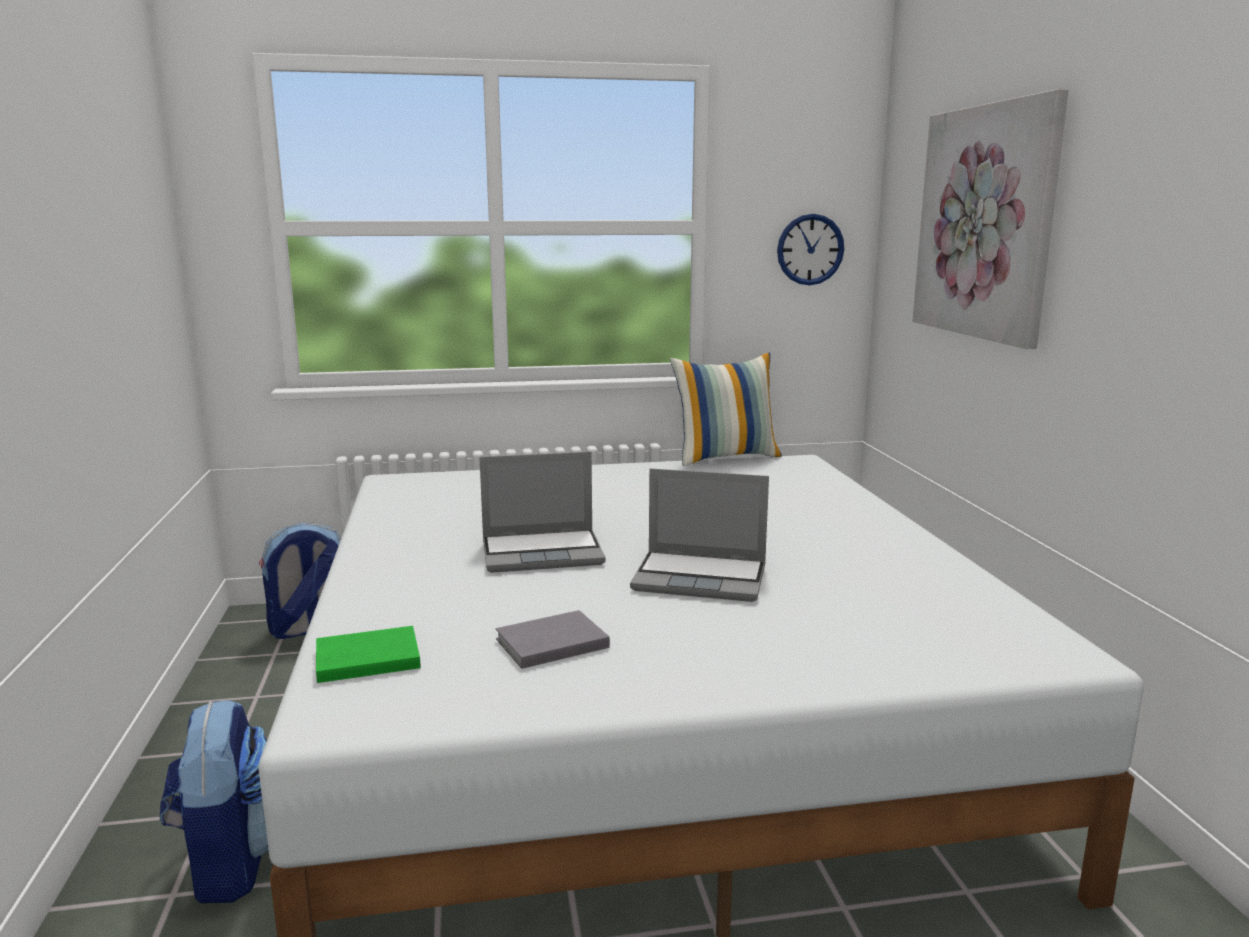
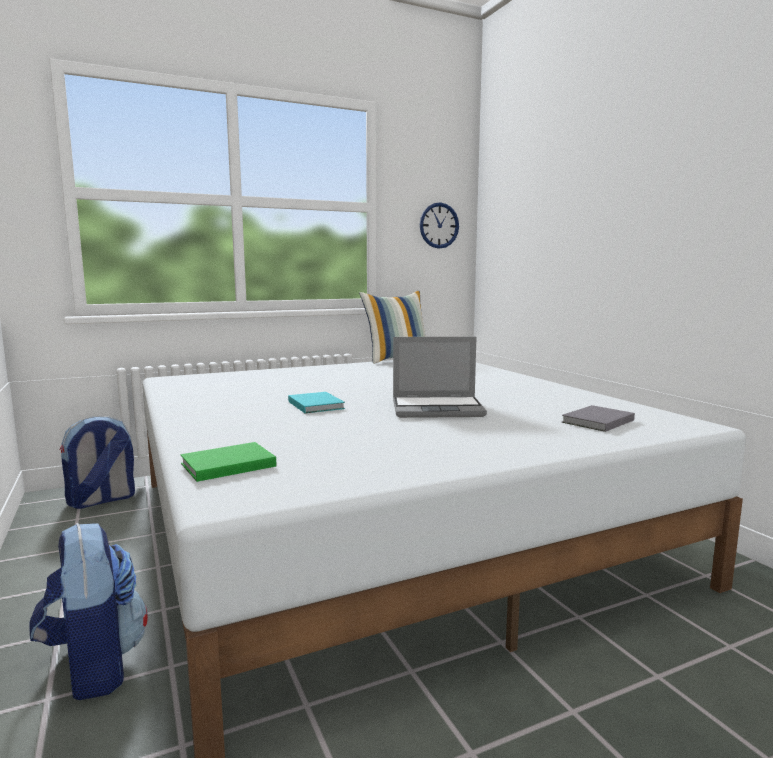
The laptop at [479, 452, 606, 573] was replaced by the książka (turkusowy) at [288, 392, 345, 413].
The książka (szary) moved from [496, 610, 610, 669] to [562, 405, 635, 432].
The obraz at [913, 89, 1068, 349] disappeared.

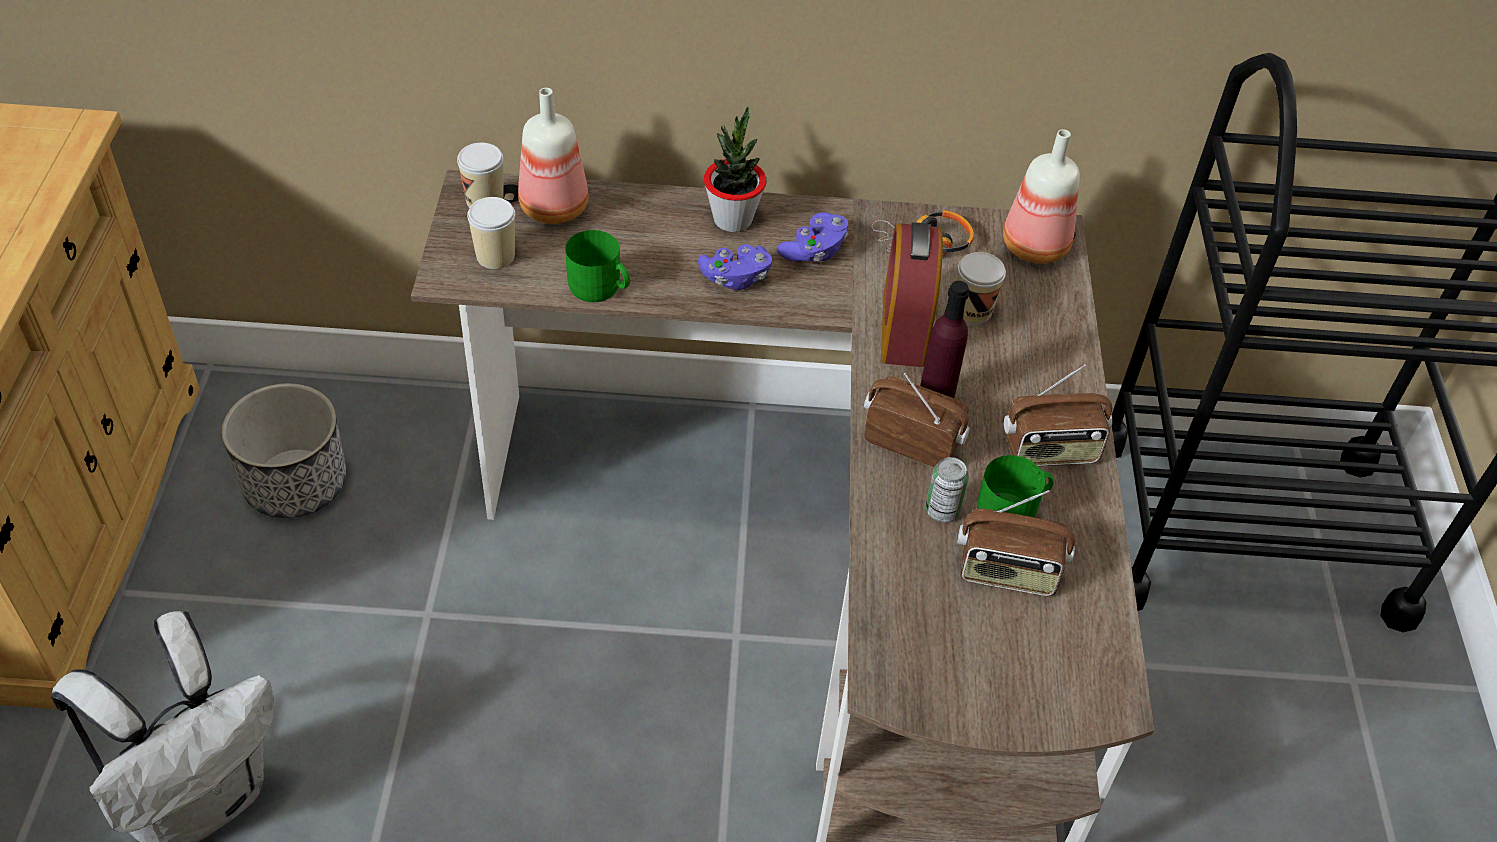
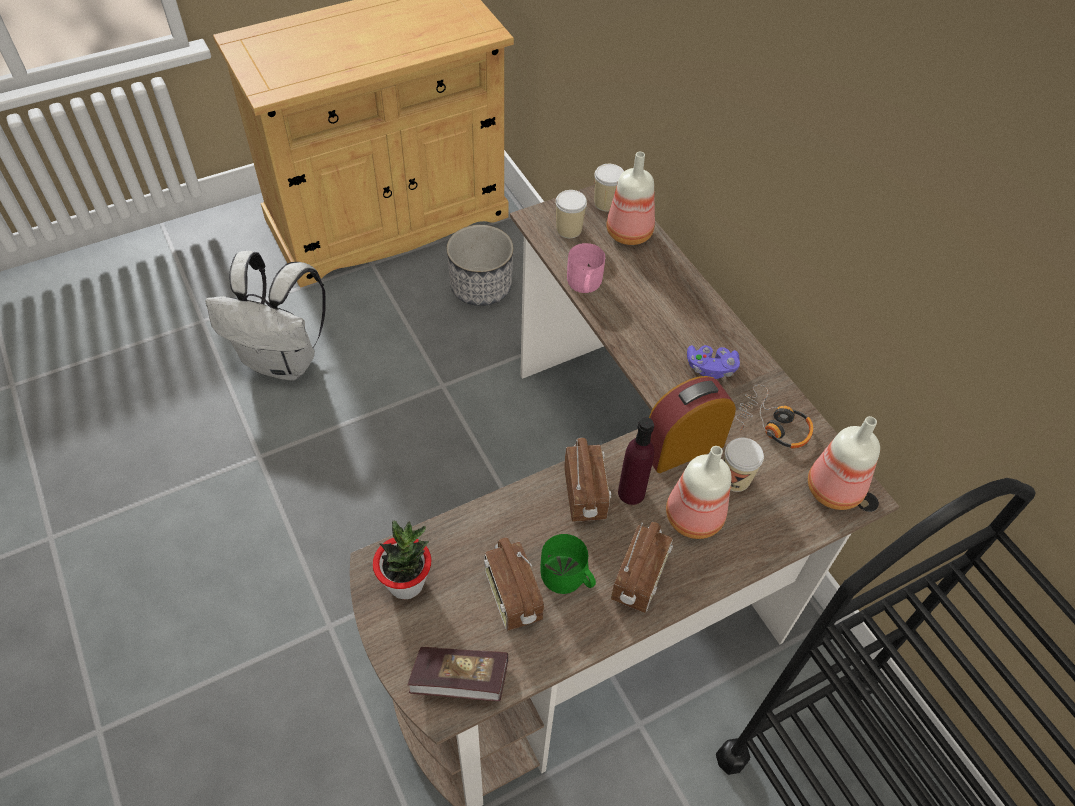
The kubek (zielony) at [565, 230, 630, 302] became the kubek (różowy) at [567, 243, 605, 293].
The pad do gier (fioletowy) at [698, 244, 772, 290] disappeared.
The roślina doniczkowa moved from [704, 107, 767, 232] to [373, 521, 431, 599].
The puszka at [925, 457, 969, 522] disappeared.
The radio at [1004, 364, 1113, 466] turned 120 degrees counterclockwise.
The książka at [408, 647, 508, 701] appeared.
The butelka at [666, 446, 731, 539] appeared.

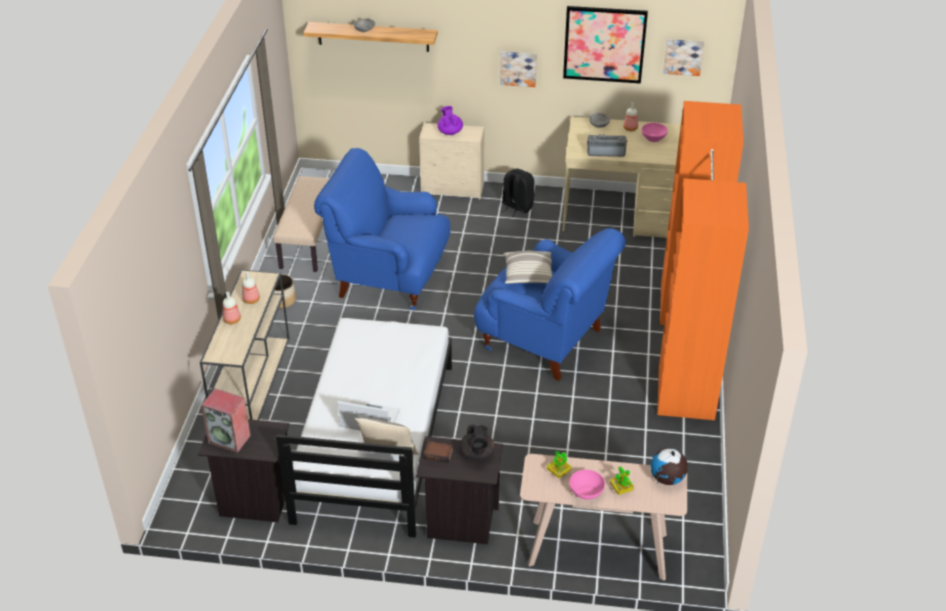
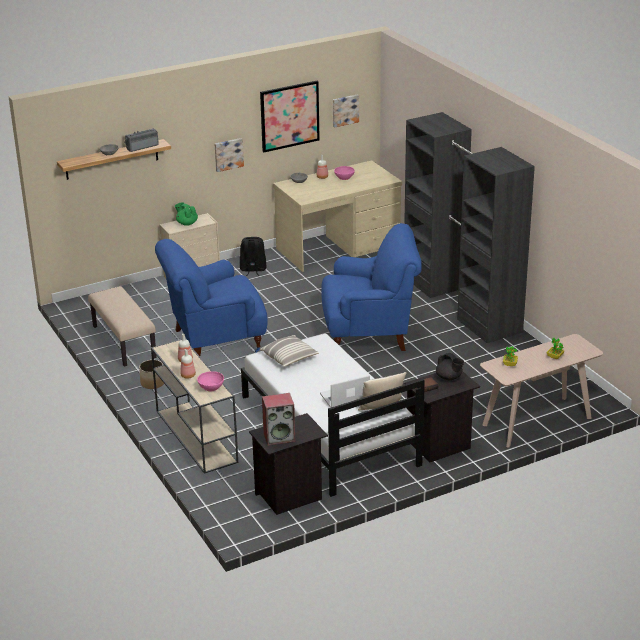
The imbryk (fioletowy) at [437, 106, 463, 135] became the imbryk (zielony) at [175, 202, 198, 226].
The poduszka moved from [504, 251, 552, 284] to [260, 335, 319, 367].
The miska (różowy) moved from [569, 470, 605, 500] to [197, 371, 224, 391].
The radio moved from [587, 134, 627, 157] to [124, 128, 159, 152].
The globus at [650, 448, 688, 485] disappeared.
The szafa (pomarańczowy) at [657, 101, 749, 420] became the szafa (czarny) at [404, 112, 535, 343].

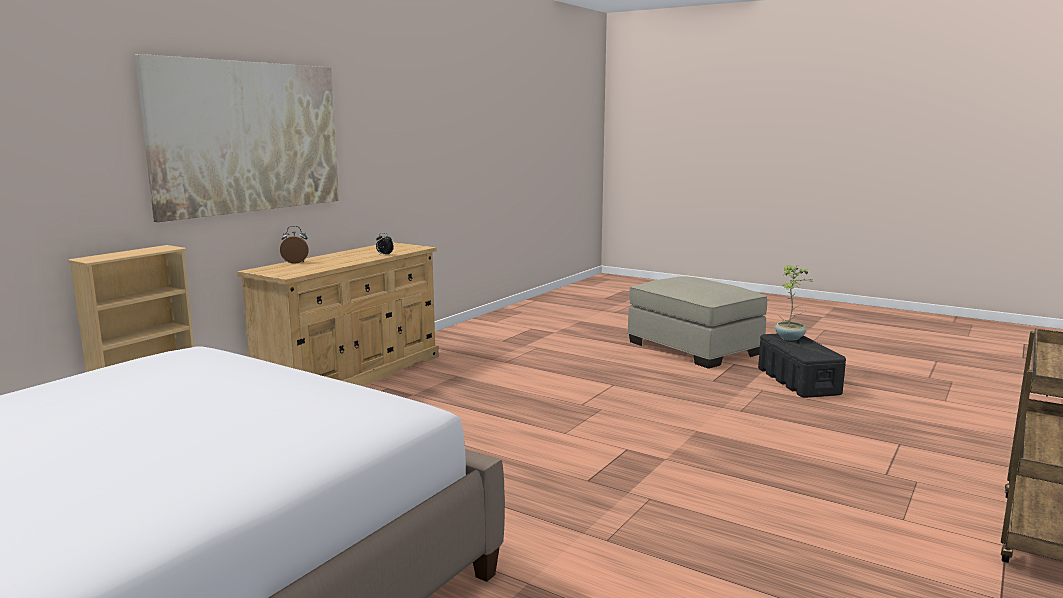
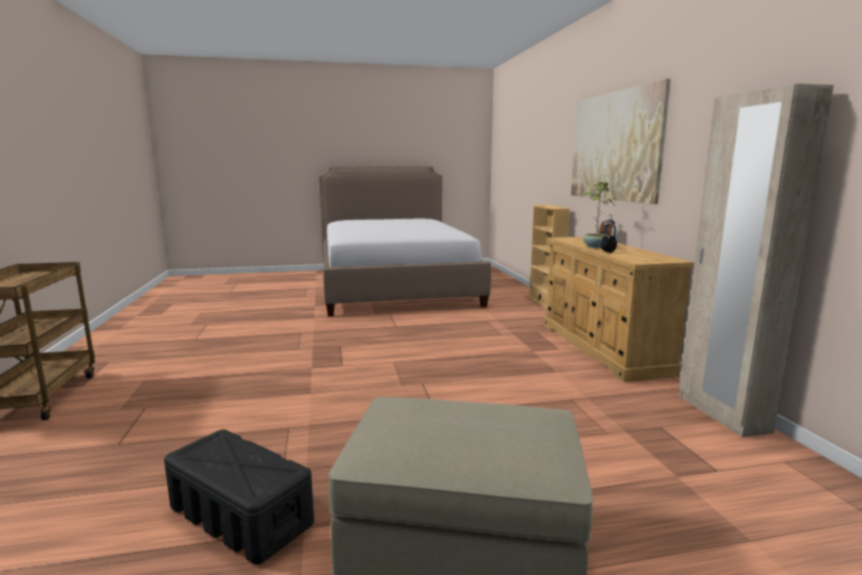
The roślina doniczkowa moved from [775, 265, 815, 341] to [582, 182, 617, 248].
The szafa (beżowy) at [679, 84, 834, 437] appeared.

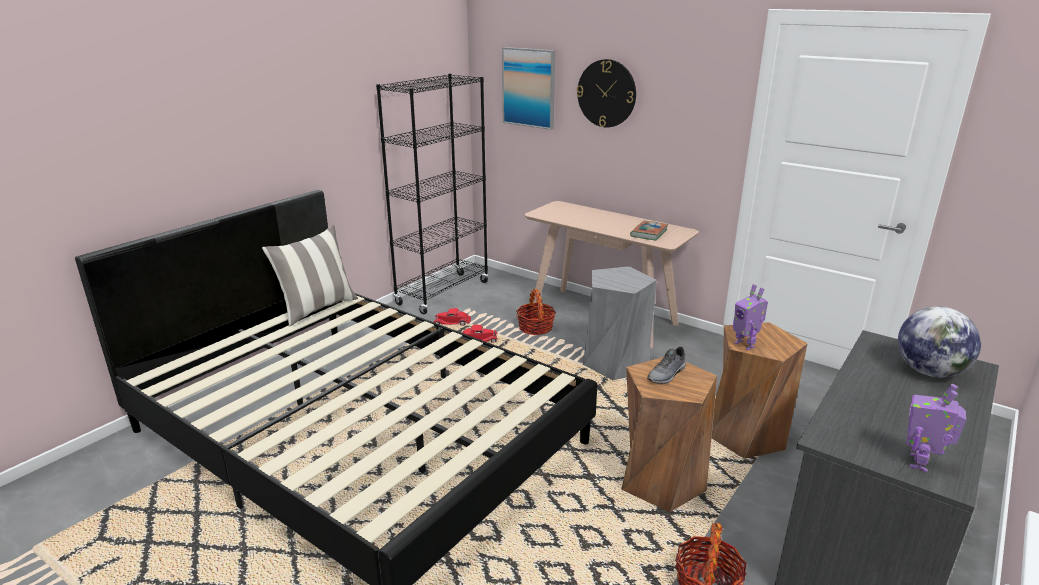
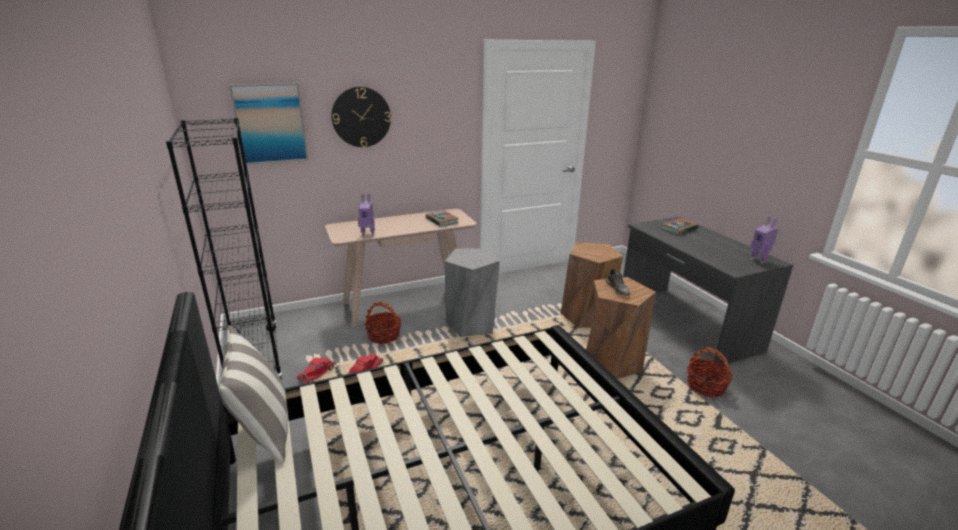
The robot zabawkowy moved from [733, 284, 768, 350] to [358, 194, 375, 236].
The globus at [898, 307, 981, 377] was replaced by the książka at [661, 218, 699, 235].

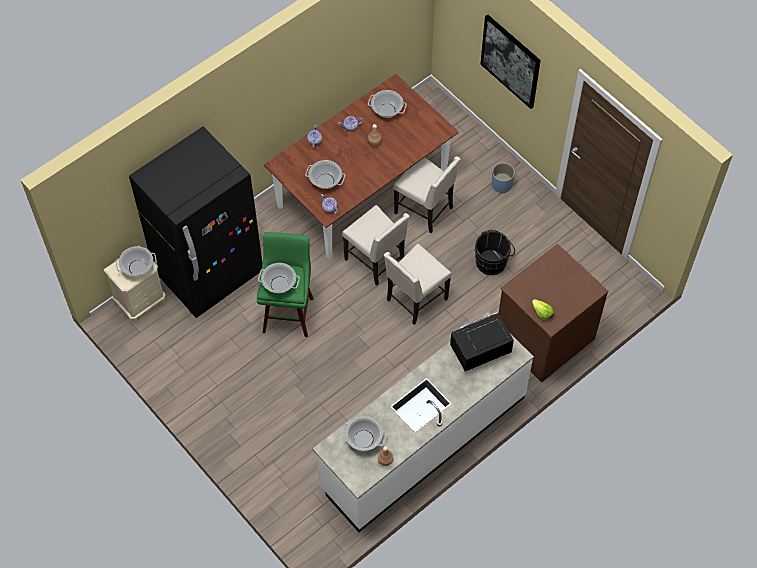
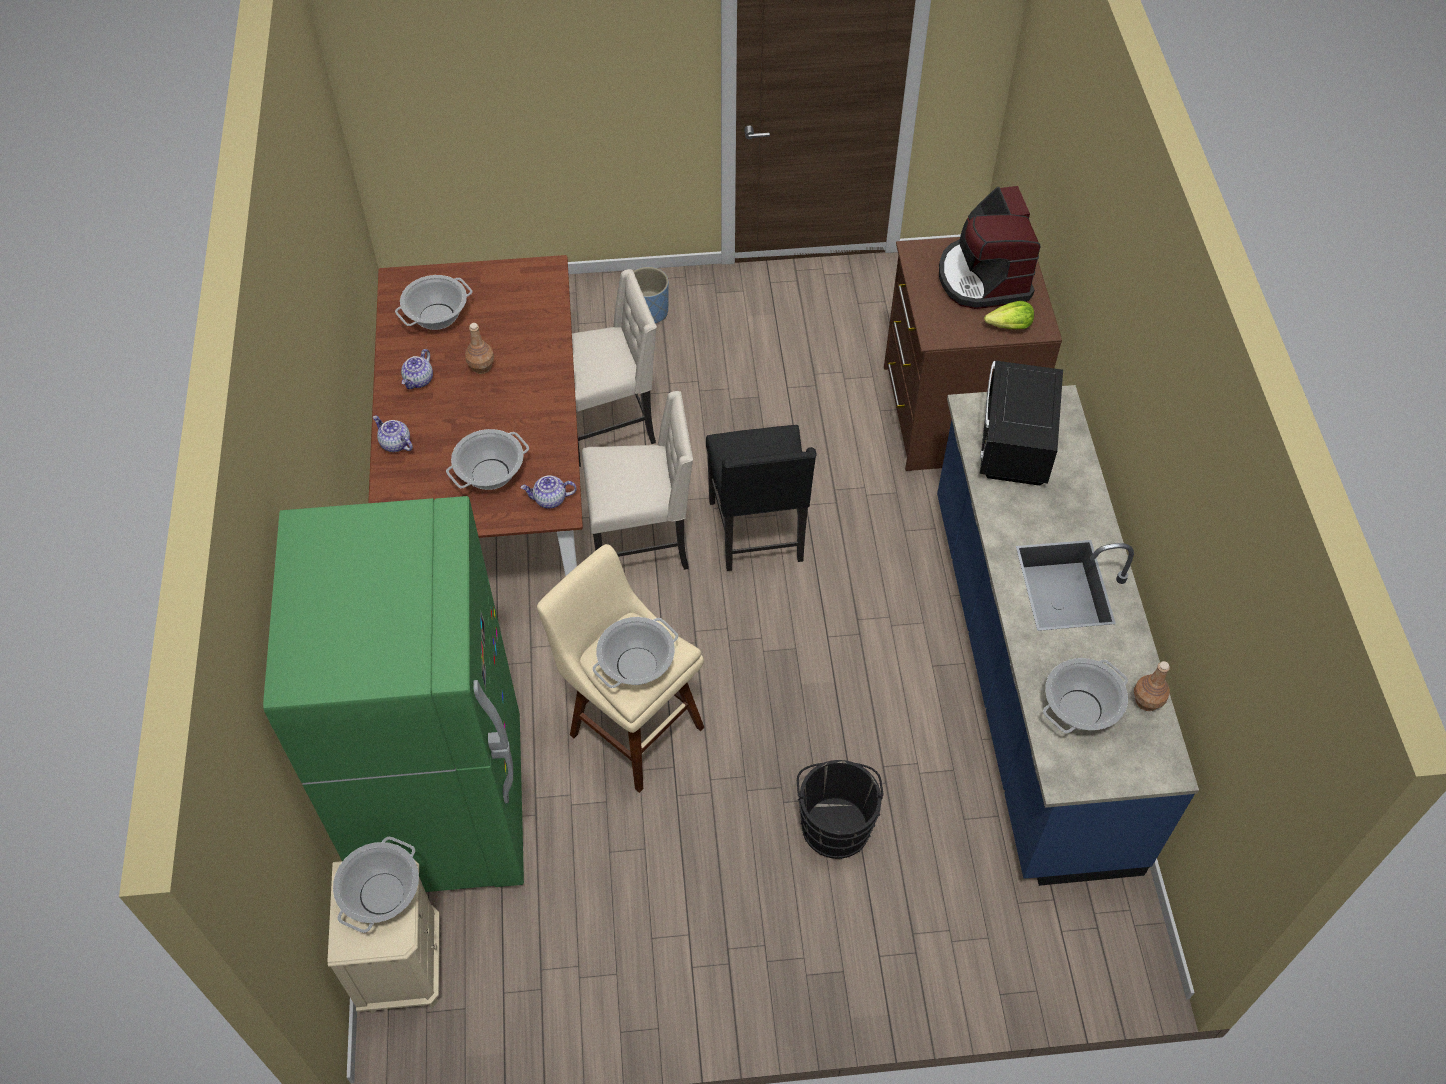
The lodówka (czarny) at [129, 127, 262, 318] became the lodówka (zielony) at [263, 496, 524, 892].
The stołek (zielony) at [257, 232, 314, 337] became the stołek (beżowy) at [537, 544, 704, 793].
The zabudowa kuchenna (biały) at [313, 312, 534, 532] became the zabudowa kuchenna (niebieski) at [937, 385, 1199, 886].
The krzesło (beżowy) at [384, 244, 451, 325] became the krzesło (czarny) at [706, 425, 816, 571].
The wiadro (czarny) moved from [474, 230, 515, 275] to [797, 760, 884, 859].
The obraz at [481, 14, 541, 109] disappeared.
The ekspres do kawy at [939, 186, 1041, 309] appeared.

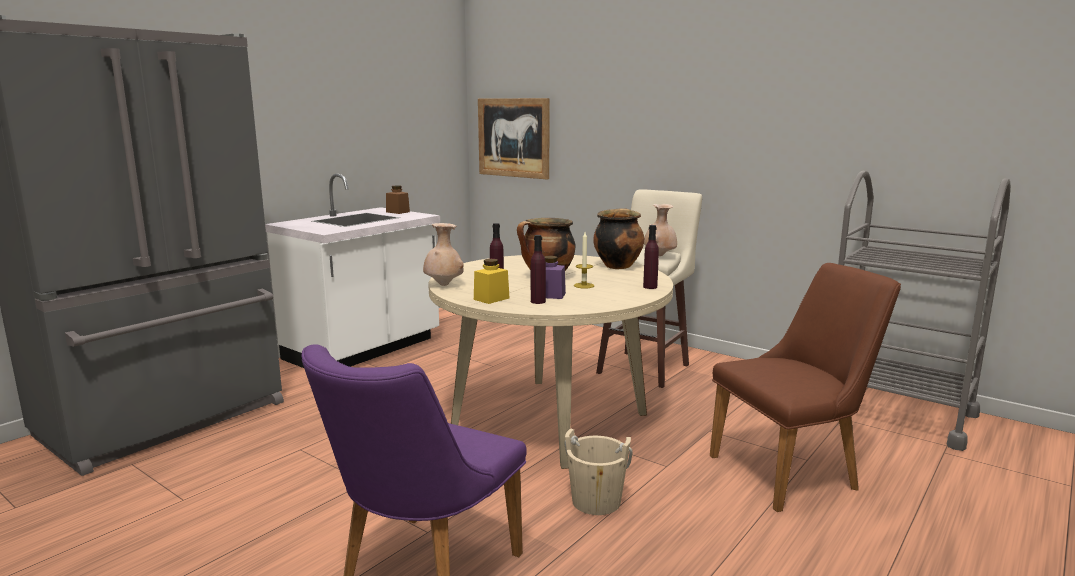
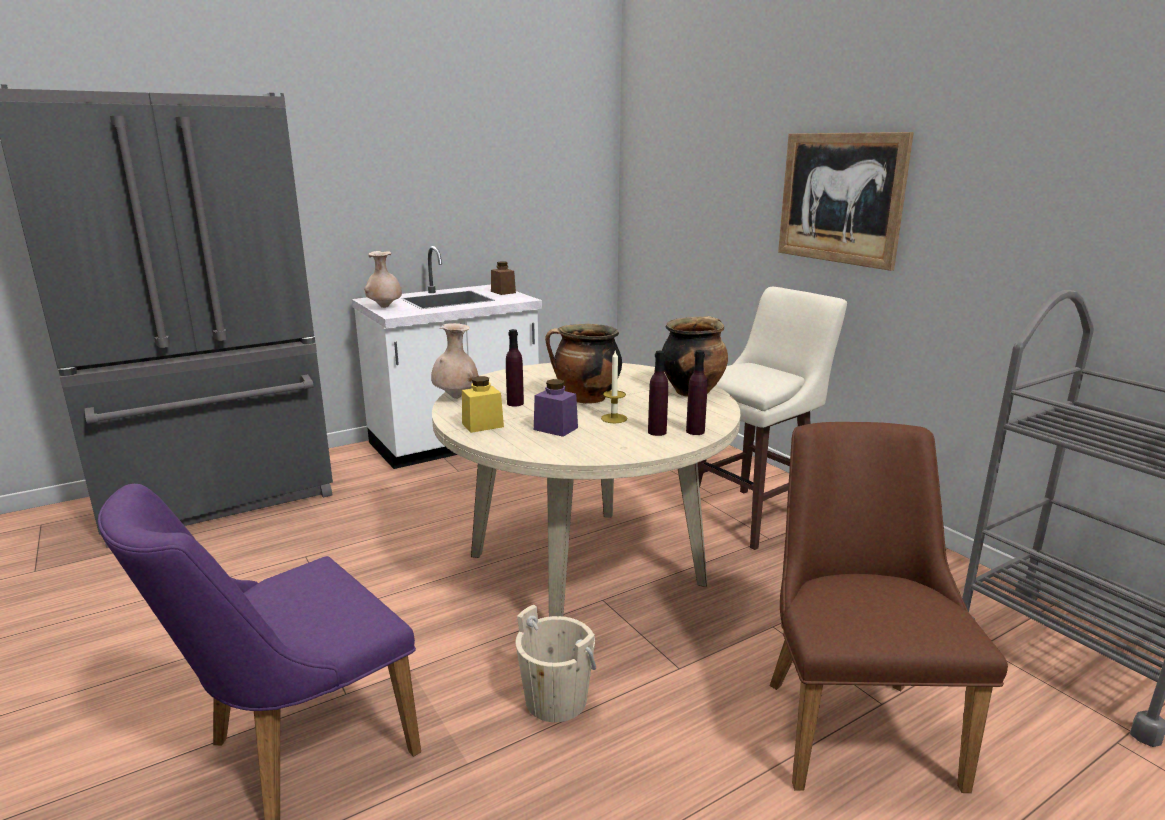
The obraz moved from [478, 98, 550, 180] to [778, 132, 914, 271].
The butelka (fioletowy) moved from [531, 235, 546, 304] to [648, 351, 668, 436].
The wazon (beżowy) moved from [644, 204, 677, 256] to [364, 251, 402, 308].
The krzesło (brązowy) at [710, 263, 901, 512] turned 90 degrees counterclockwise.

